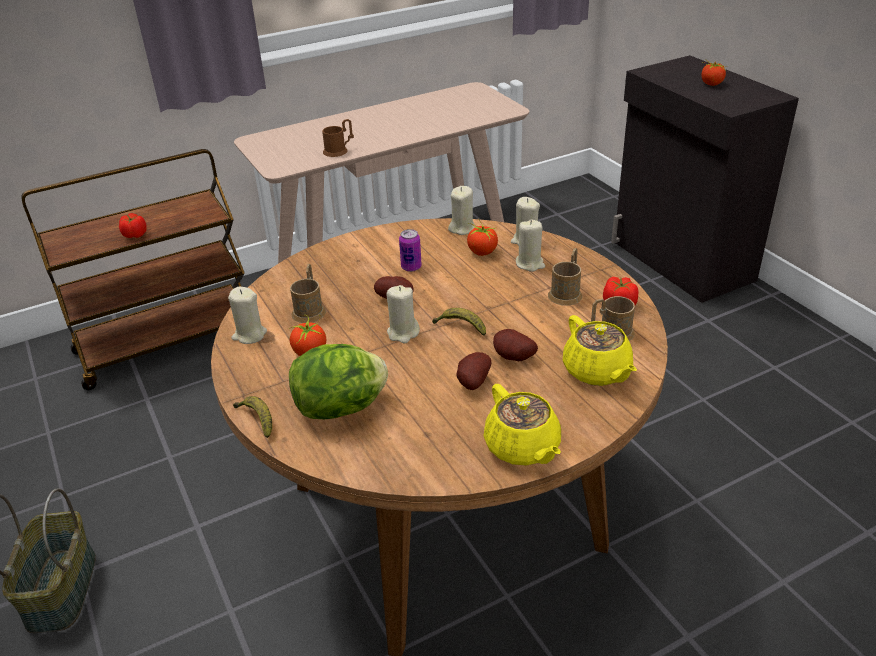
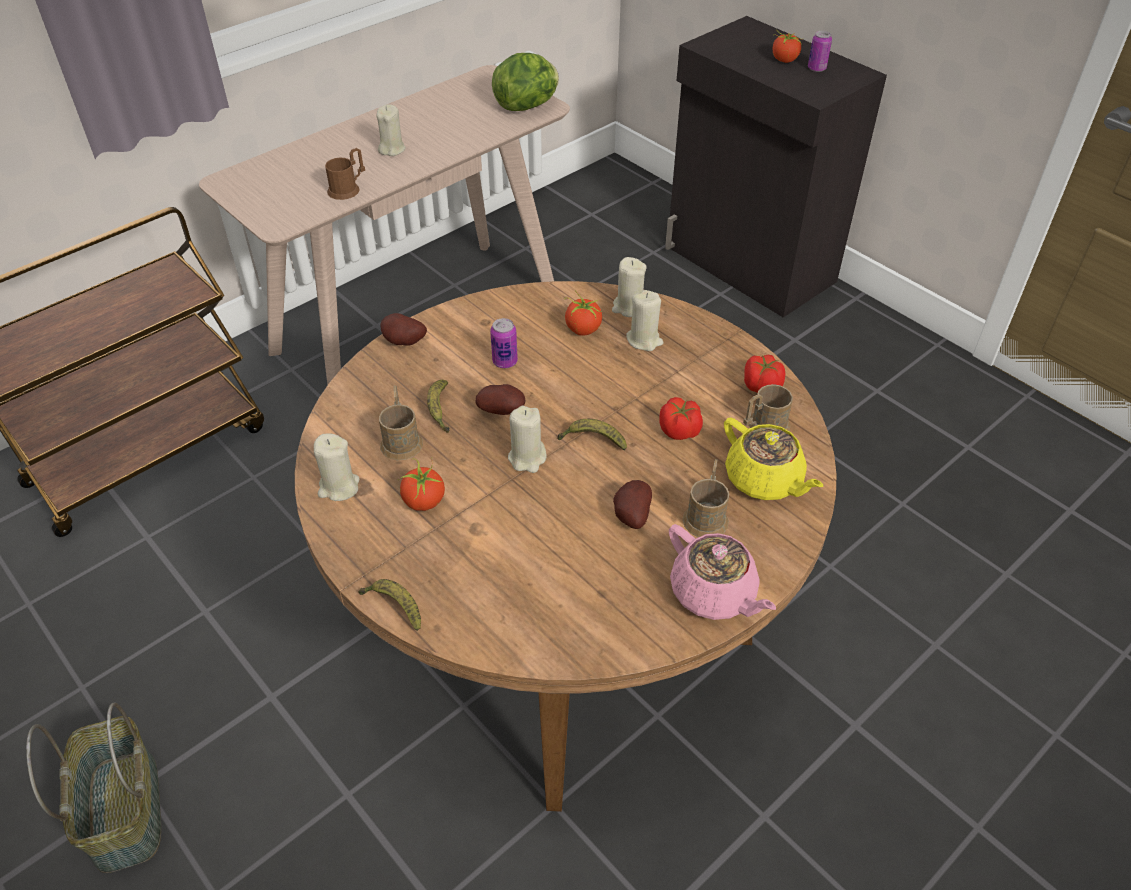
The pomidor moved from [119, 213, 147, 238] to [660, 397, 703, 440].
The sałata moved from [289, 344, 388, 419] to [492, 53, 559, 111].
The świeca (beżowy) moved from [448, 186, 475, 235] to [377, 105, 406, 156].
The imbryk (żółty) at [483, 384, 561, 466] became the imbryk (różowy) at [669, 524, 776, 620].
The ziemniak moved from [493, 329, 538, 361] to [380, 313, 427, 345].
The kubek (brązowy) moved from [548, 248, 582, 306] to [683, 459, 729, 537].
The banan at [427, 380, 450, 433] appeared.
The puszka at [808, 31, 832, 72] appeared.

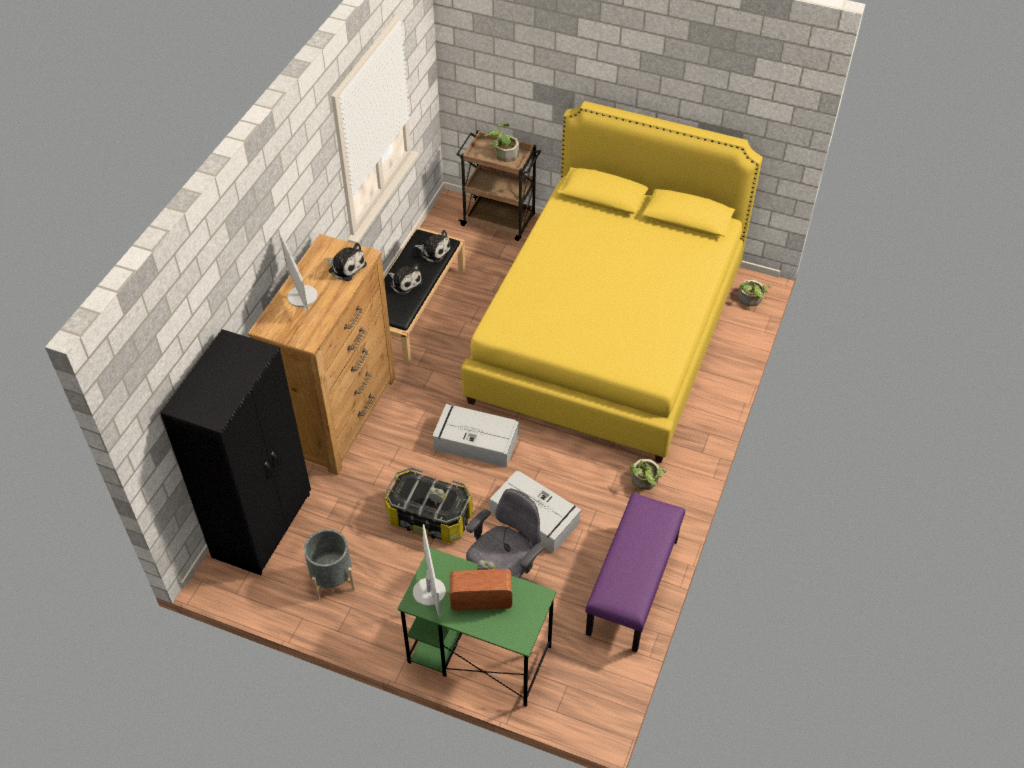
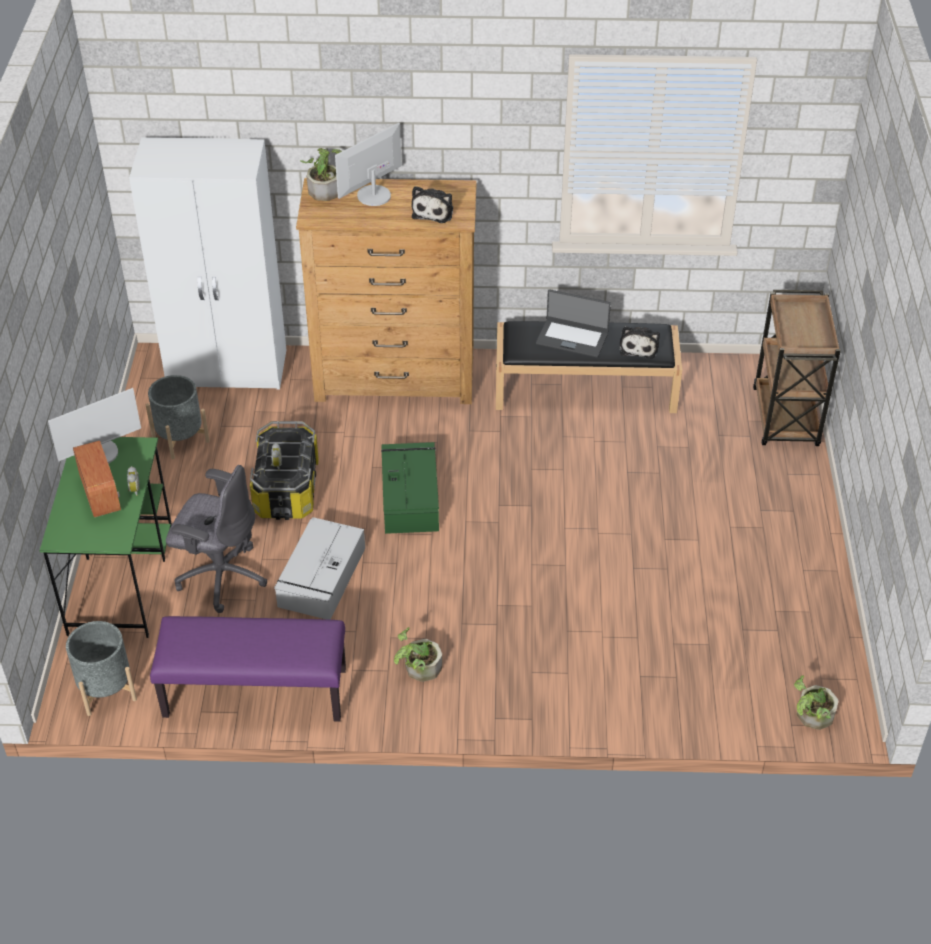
The szafa (czarny) at [160, 329, 311, 575] became the szafa (biały) at [129, 137, 286, 389].
The pluszak at [388, 263, 423, 295] was replaced by the laptop at [536, 290, 611, 358].
The pojemnik do przechowywania (szary) at [432, 404, 519, 467] became the pojemnik do przechowywania (zielony) at [381, 442, 439, 534].
The łóżko (żółty) at [462, 101, 763, 463] disappeared.
The roślina doniczkowa moved from [485, 123, 519, 162] to [300, 148, 342, 201].
The donica (szary) at [66, 621, 137, 716] appeared.

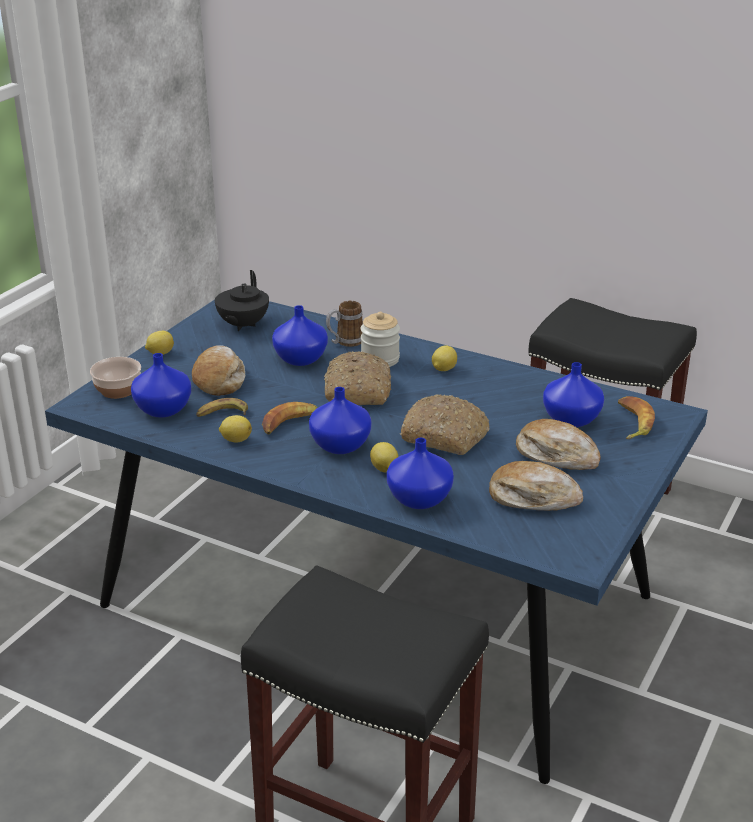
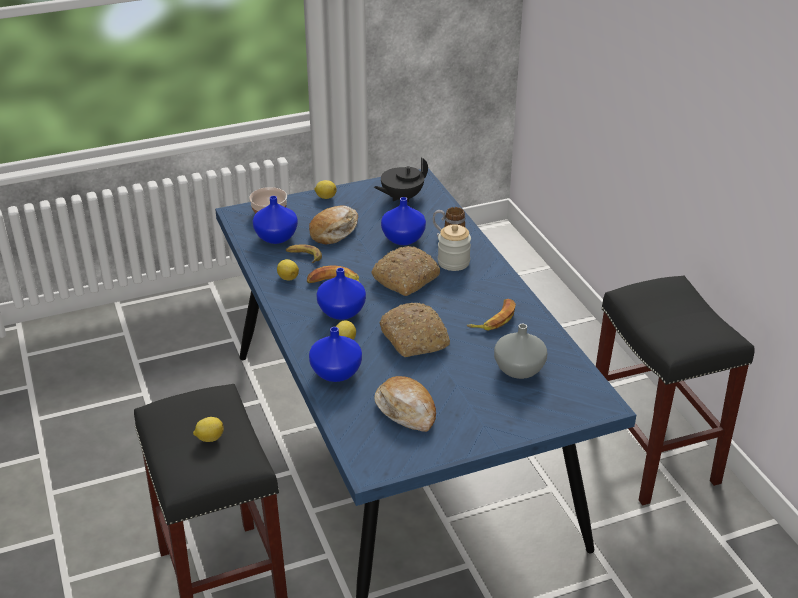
The cytryna moved from [432, 345, 457, 371] to [193, 417, 224, 442].
The chleb at [516, 419, 601, 470] disappeared.
The wazon (niebieski) at [543, 362, 604, 427] became the wazon (szary) at [494, 324, 548, 379].
The banan moved from [618, 396, 655, 439] to [467, 299, 516, 330].

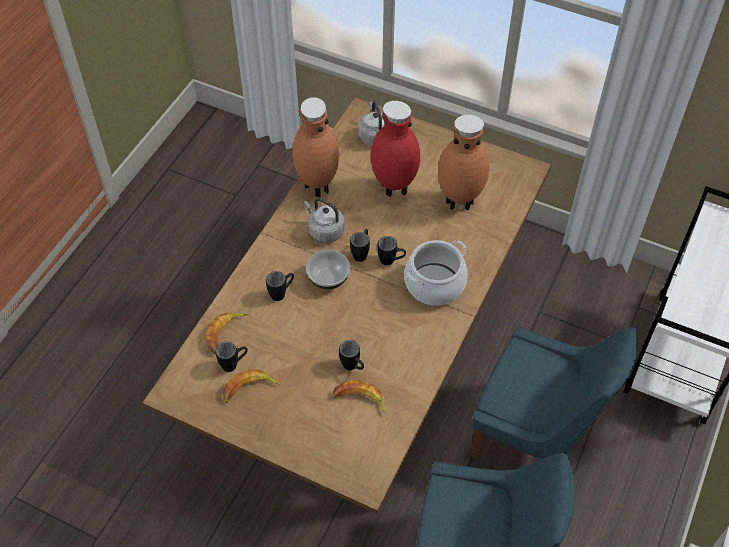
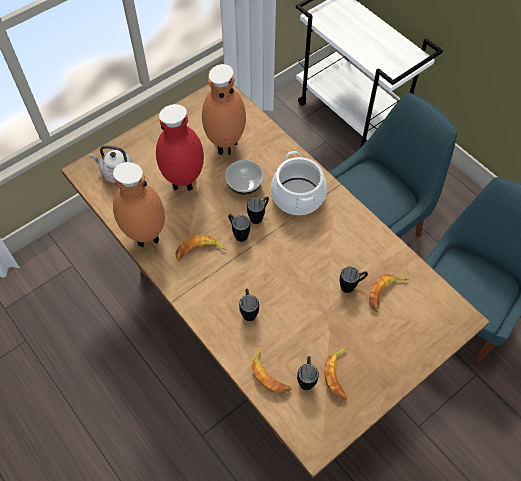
The czajnik (szary) at [304, 198, 345, 243] was replaced by the banan at [175, 235, 226, 261].
The miska moved from [306, 250, 350, 289] to [225, 160, 264, 195].

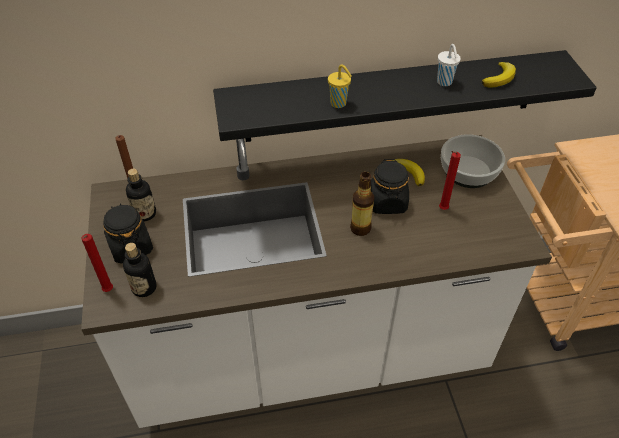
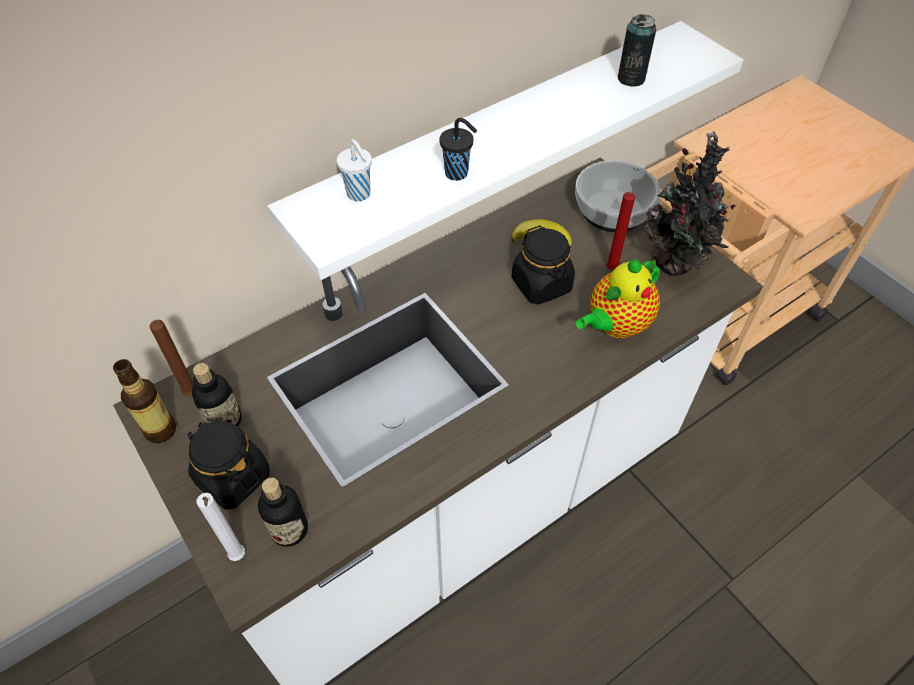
The świeca (czerwony) at [82, 234, 113, 292] became the świeca (biały) at [197, 493, 245, 561].
The półka (czarny) at [213, 50, 597, 142] became the półka (biały) at [267, 21, 743, 280].
The filiżanka (żółty) at [328, 65, 352, 108] became the filiżanka (czarny) at [439, 118, 477, 181].
The butelka moved from [350, 172, 374, 236] to [113, 359, 176, 443].
The filiżanka (biały) moved from [437, 44, 461, 86] to [337, 139, 372, 201].
The banan at [482, 62, 516, 88] was replaced by the puszka at [618, 14, 656, 87].
The imbryk at [576, 259, 660, 338] appeared.
The roślina doniczkowa at [643, 131, 736, 276] appeared.

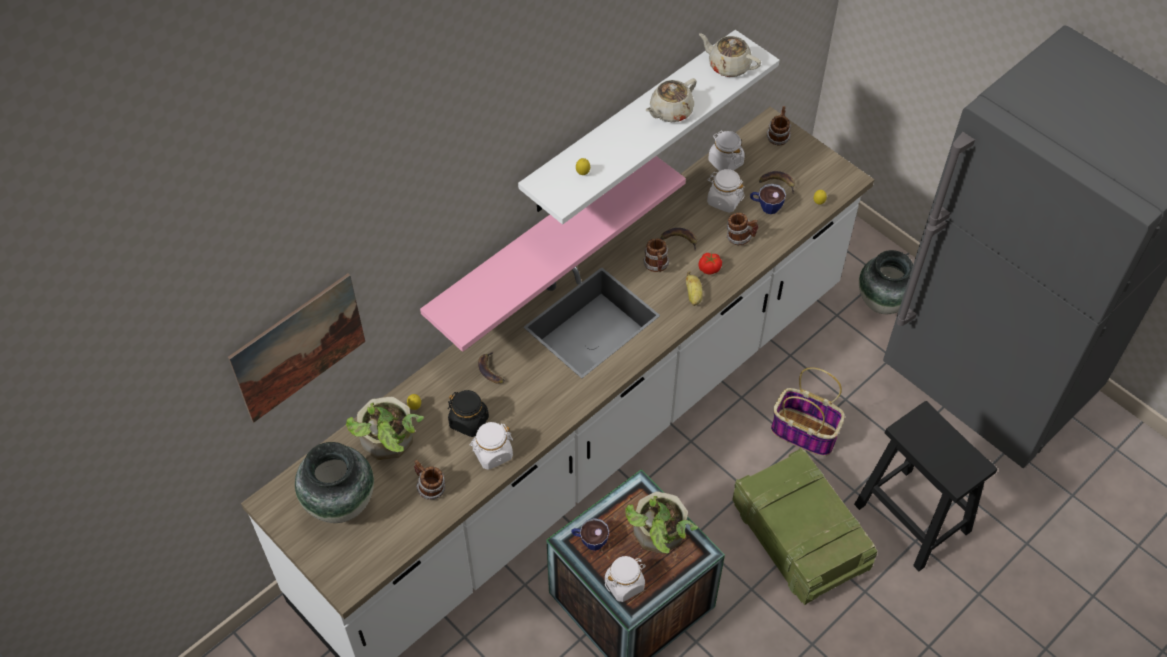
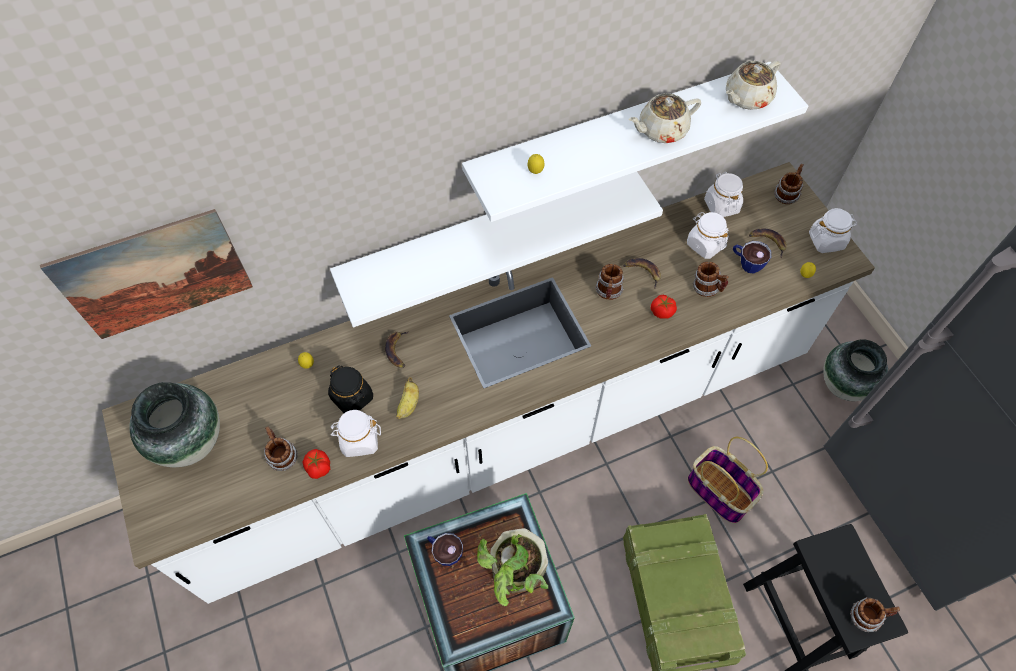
The roślina doniczkowa at [346, 397, 424, 460] disappeared.
The półka (różowy) at [420, 156, 686, 352] became the półka (biały) at [330, 172, 663, 328].
The słoik (biały) moved from [605, 556, 646, 602] to [809, 208, 857, 253].
The banan moved from [686, 271, 703, 306] to [396, 377, 419, 419].
The imbryk (beżowy) at [699, 33, 761, 77] turned 90 degrees counterclockwise.
The pomidor at [302, 449, 330, 479] appeared.
The kubek at [850, 597, 900, 632] appeared.

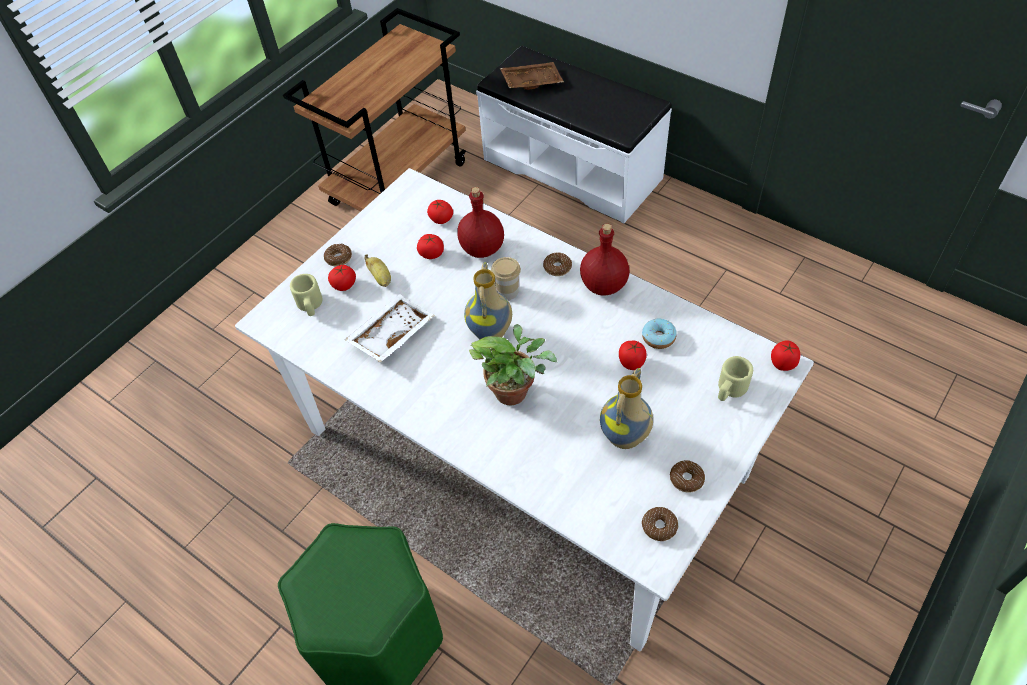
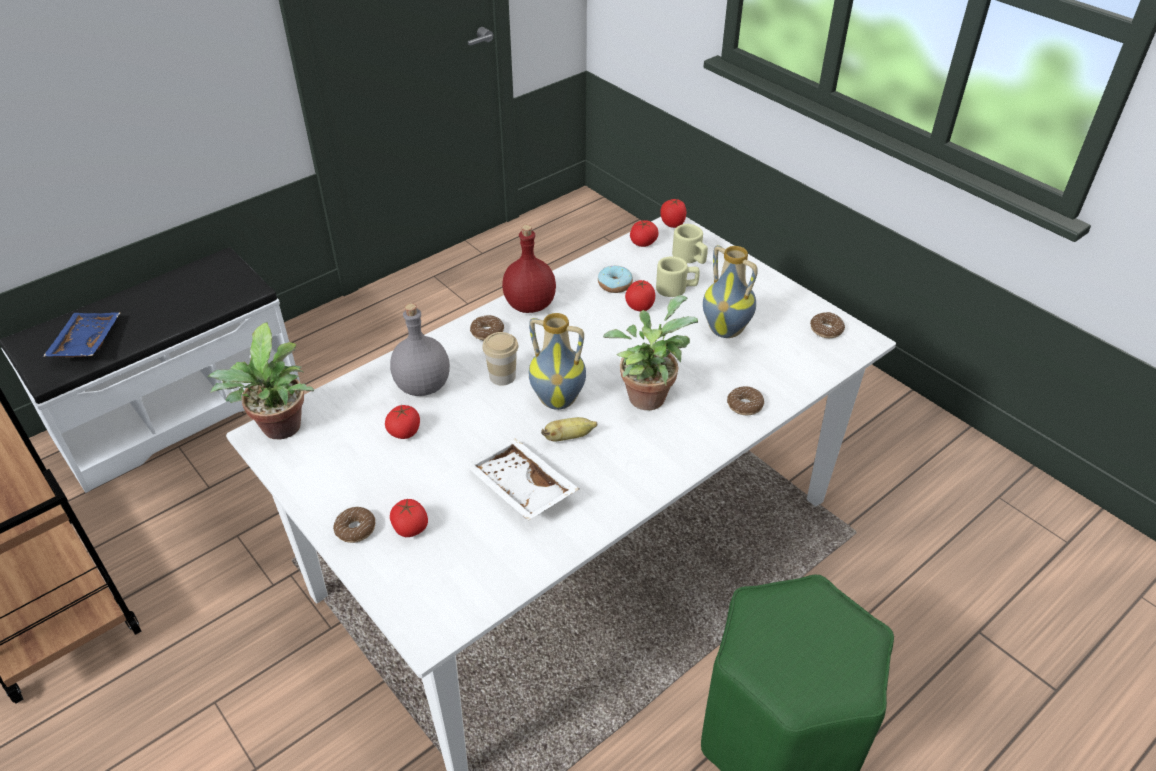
The kubek (beżowy) moved from [290, 274, 323, 316] to [656, 256, 699, 297].
The banan moved from [364, 254, 391, 287] to [541, 417, 597, 441].
The pomidor moved from [427, 200, 453, 224] to [630, 220, 659, 247].
The butelka (czerwony) at [457, 187, 504, 258] became the butelka (szary) at [390, 303, 450, 396].
The taca (brązowy) at [500, 62, 564, 90] became the taca (niebieski) at [43, 313, 120, 357].
The donut moved from [670, 460, 705, 493] to [727, 386, 764, 415].
The roślina doniczkowa at [208, 322, 314, 439] appeared.

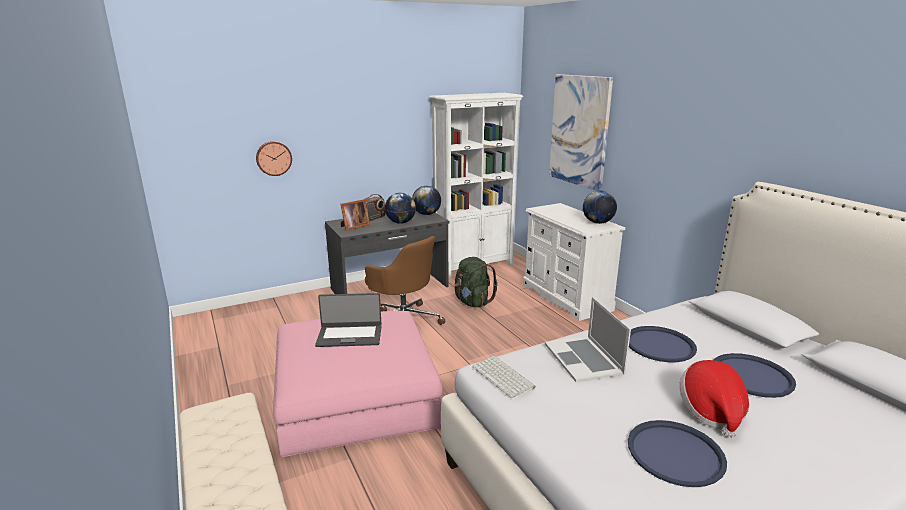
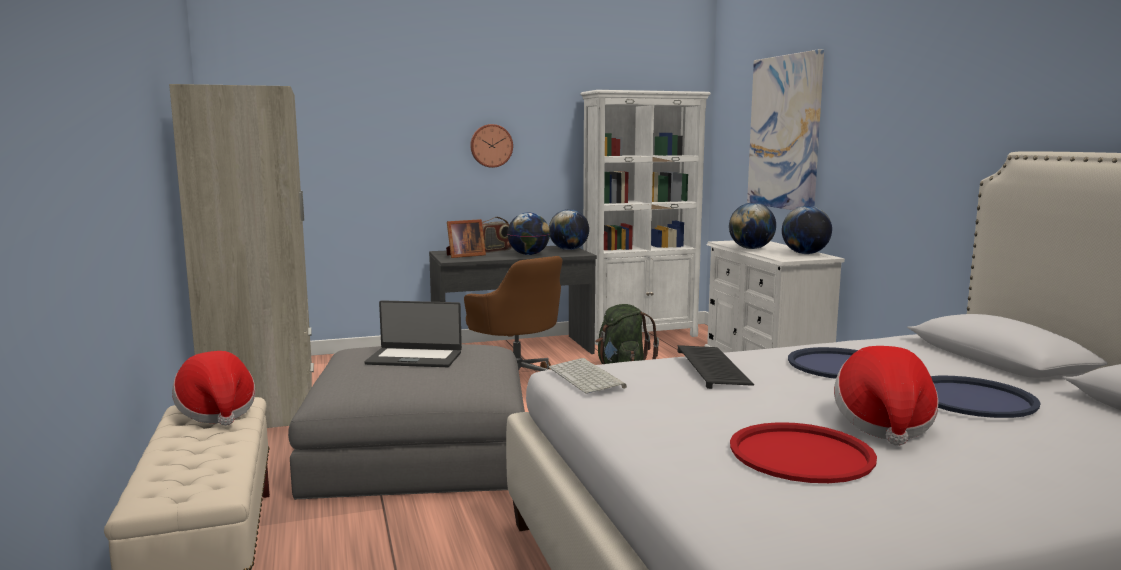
The zegar ścienny moved from [256, 141, 292, 176] to [470, 124, 513, 168].
The pufa (różowy) at [273, 311, 443, 457] became the pufa (szary) at [288, 344, 525, 500].
The laptop at [545, 297, 631, 382] was replaced by the klawiatura at [677, 345, 754, 389].
The taca (niebieski) at [628, 420, 727, 487] became the taca (czerwony) at [730, 422, 877, 483].
The szafa (beżowy) at [169, 84, 314, 428] appeared.
The kapelusz at [172, 351, 255, 426] appeared.
The globus at [729, 203, 776, 249] appeared.

